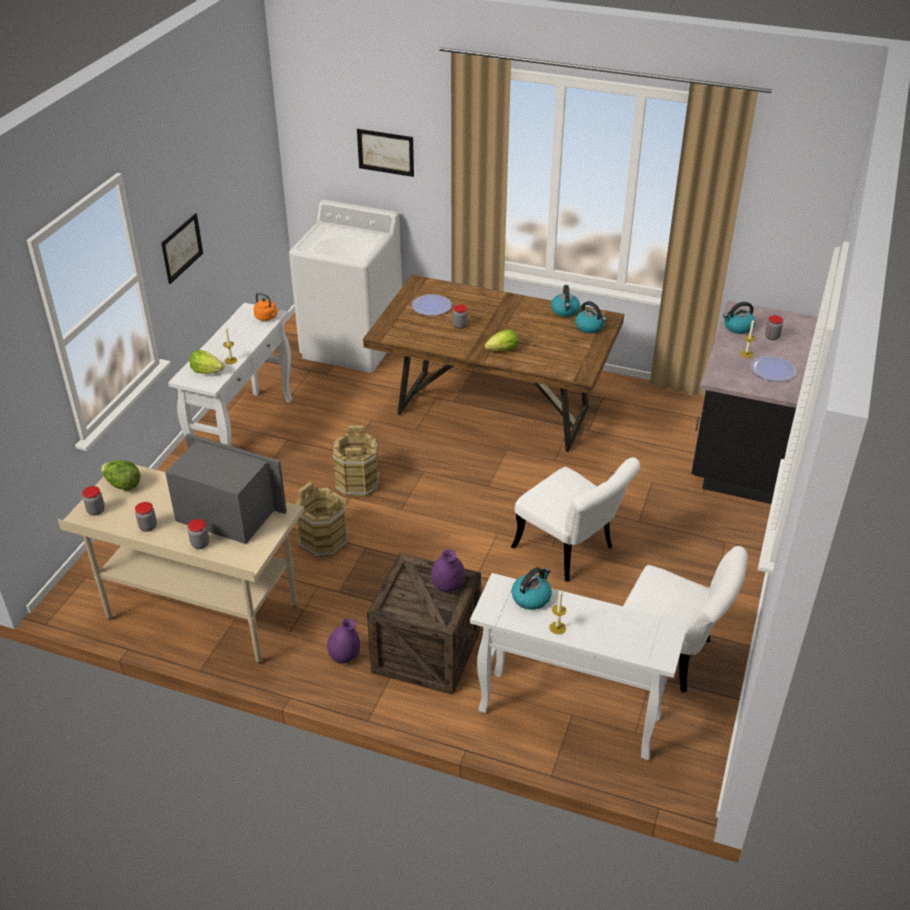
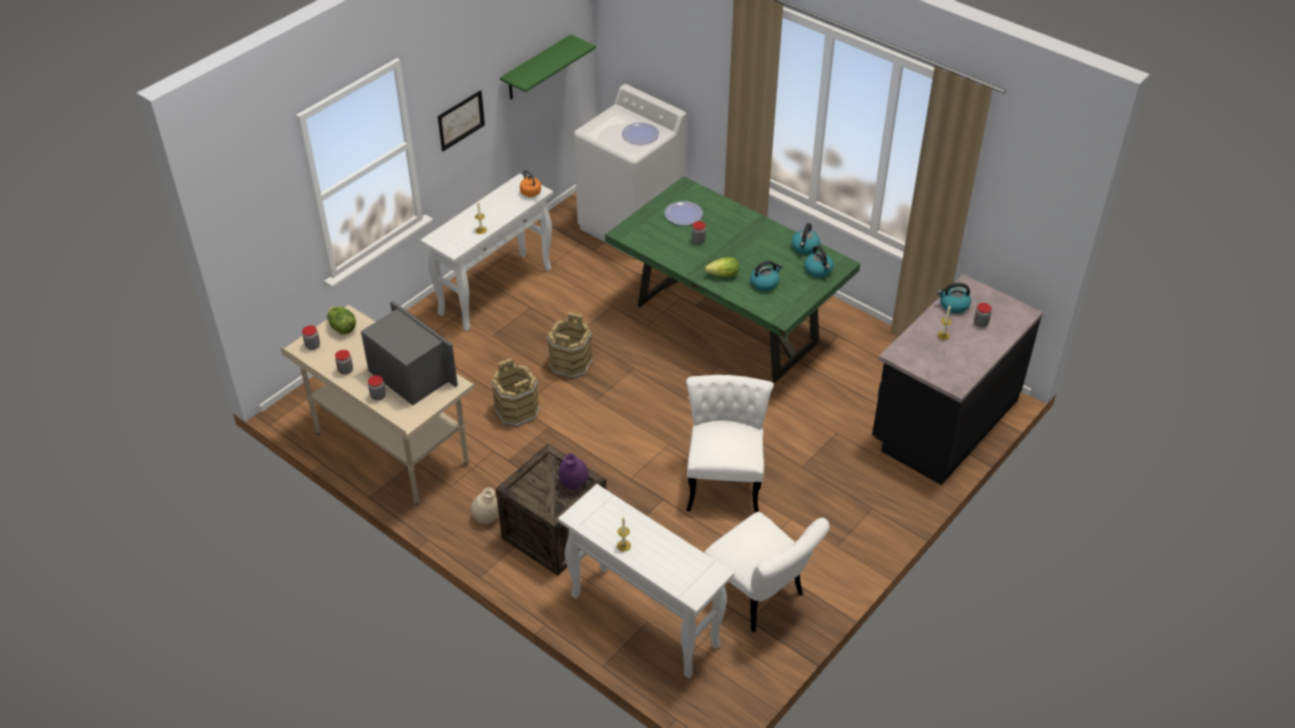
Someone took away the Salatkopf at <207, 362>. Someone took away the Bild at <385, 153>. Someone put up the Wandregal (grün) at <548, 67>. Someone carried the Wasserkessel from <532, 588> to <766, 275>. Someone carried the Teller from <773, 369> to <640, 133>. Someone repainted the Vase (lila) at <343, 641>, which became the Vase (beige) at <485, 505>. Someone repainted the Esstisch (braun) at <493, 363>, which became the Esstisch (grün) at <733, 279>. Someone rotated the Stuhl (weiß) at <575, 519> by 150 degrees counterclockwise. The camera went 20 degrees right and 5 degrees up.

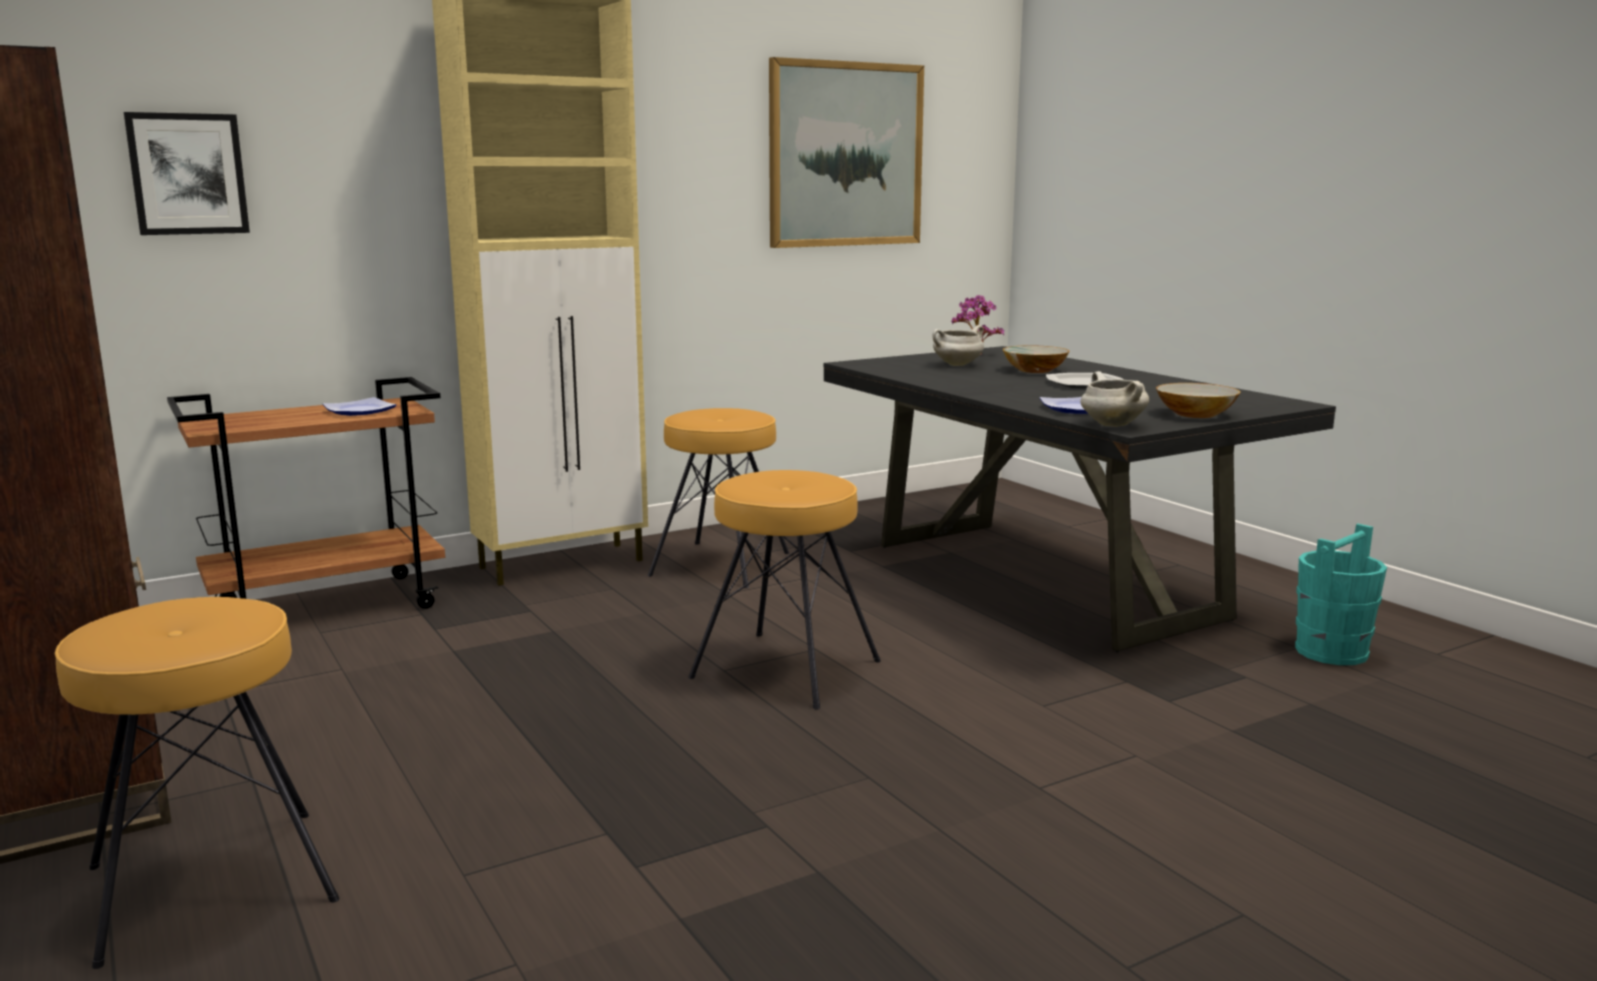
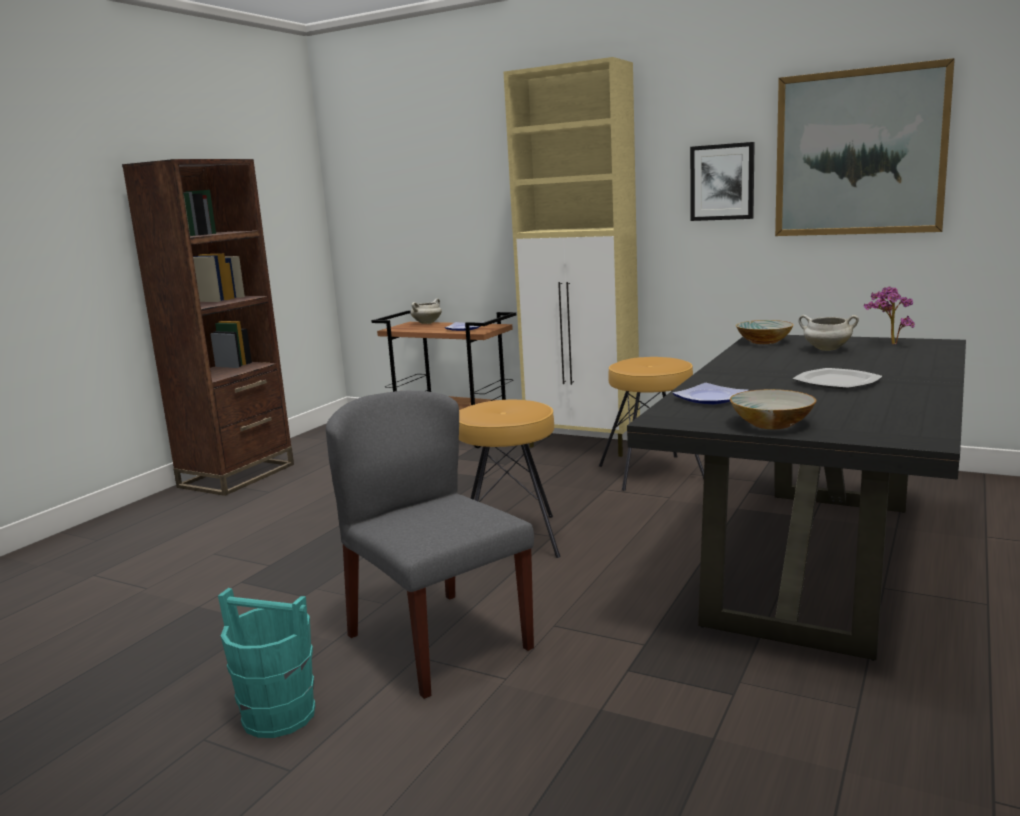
Someone took away the Hocker (braun) at <197, 783>. Someone put down the Stuhl (grau) at <430, 545>. Someone carried the Bild from <187, 173> to <722, 181>. Someone carried the Schüssel from <1036, 359> to <765, 332>. Someone carried the Kochtopf (weiß) from <1114, 399> to <426, 311>. Someone carried the Eimer (türkis) from <1341, 594> to <266, 663>. The camera went 60 degrees right and 0 degrees up.

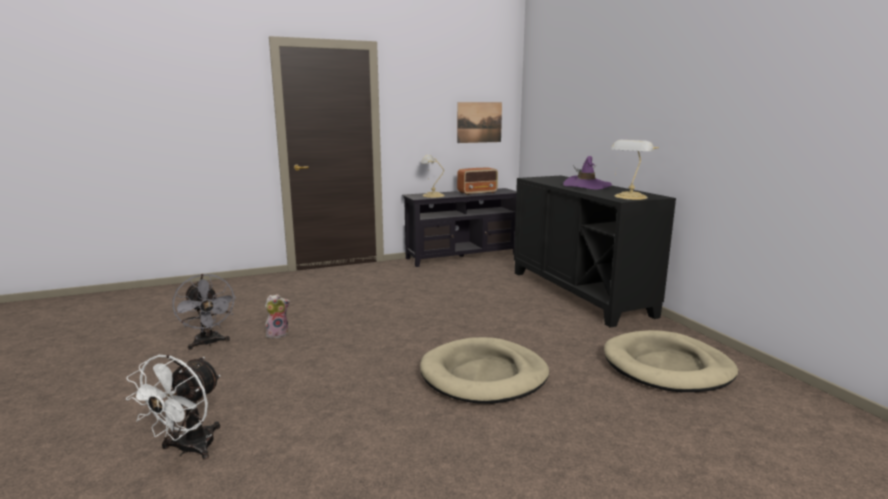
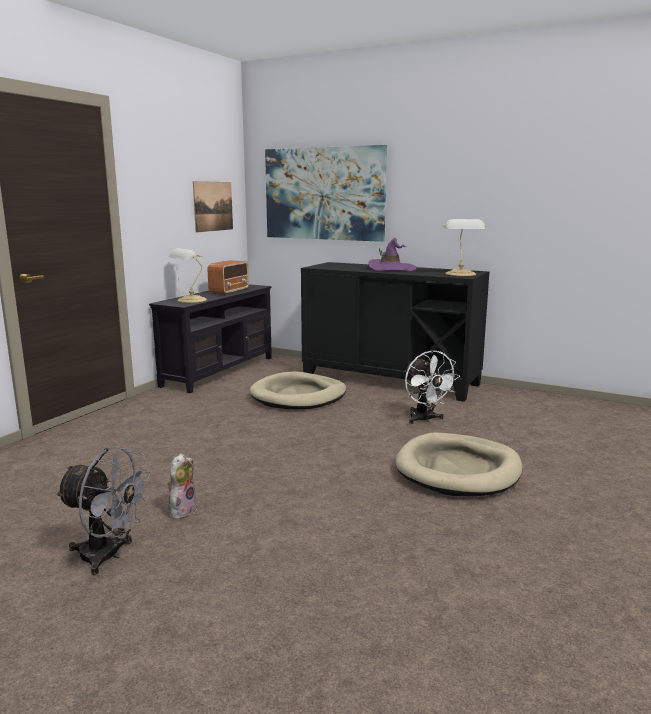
Someone put up the Bild at <326, 193>. Someone carried the Ventilator (weiß) from <173, 407> to <432, 387>. Someone carried the Hundebett (beige) from <671, 361> to <298, 390>. The camera went 40 degrees left and 0 degrees up.

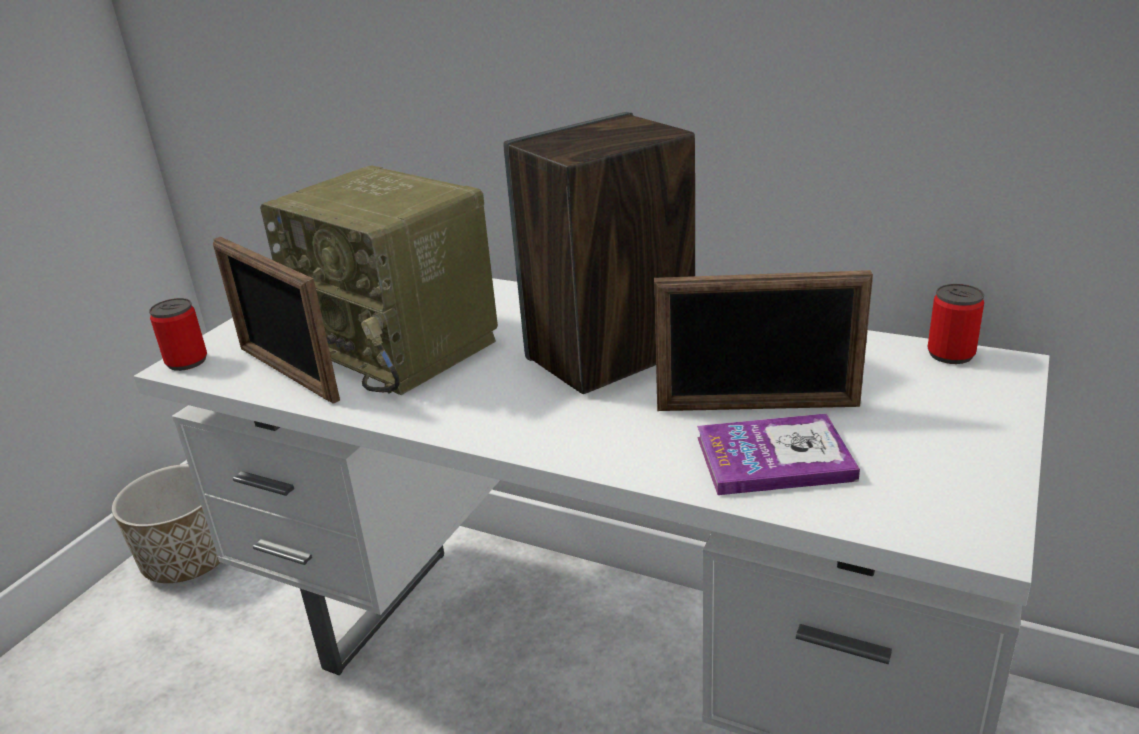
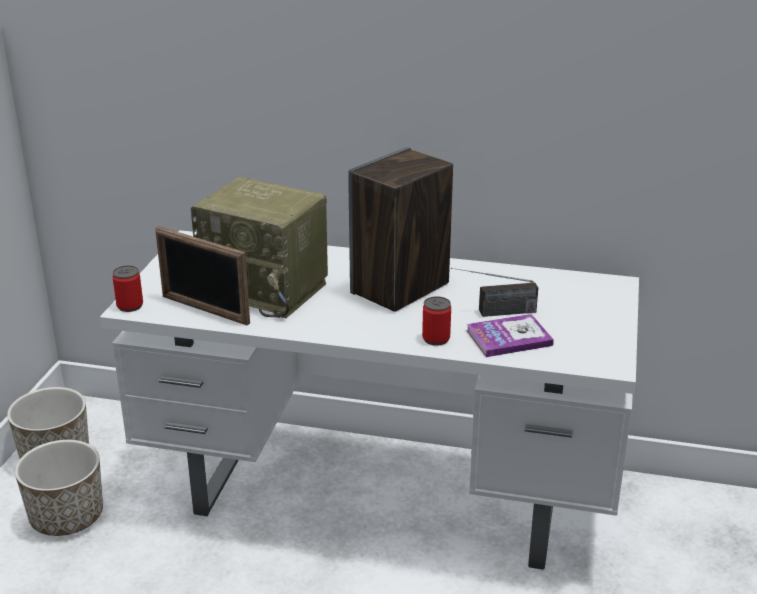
Someone put down the Pflanzkübel at <59, 488>. Someone carried the Dose from <956, 324> to <436, 321>. Someone swapped the Bilderrahmen at <763, 340> for the Radio at <494, 292>. The camera went 15 degrees left and 0 degrees up.

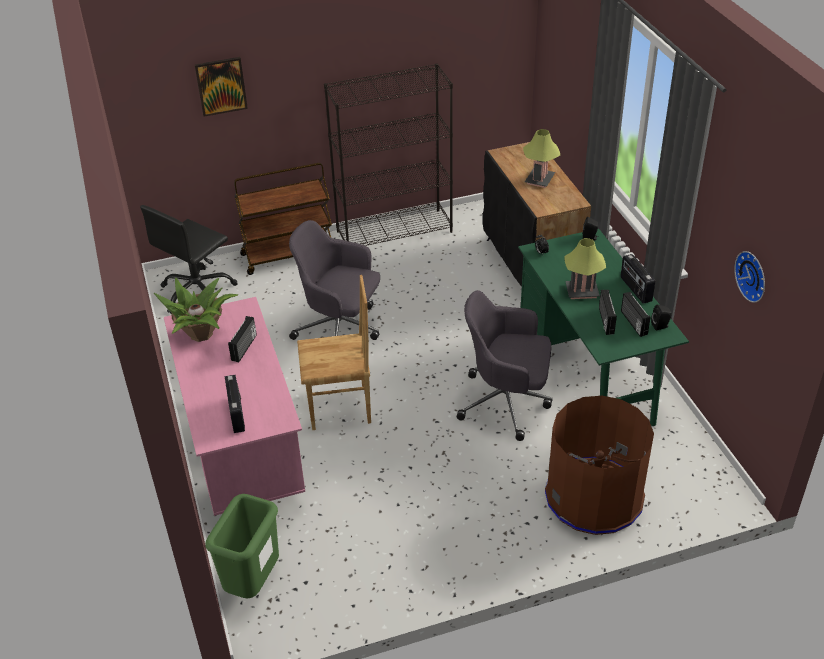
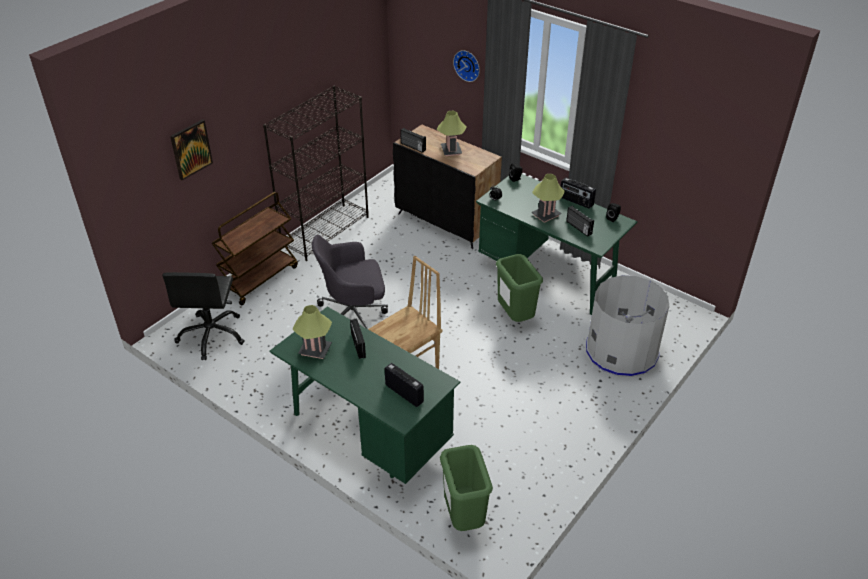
Someone carried the Radio from <635, 314> to <413, 140>. Someone carried the Wanduhr from <749, 277> to <466, 66>. Someone swapped the Topfpflanze at <196, 310> for the Tischlampe at <312, 332>. Someone swapped the Bürostuhl (grau) at <505, 365> for the Mülleimer (grün) at <519, 288>. Someone repainted the Schreibtisch (rosa) at <234, 406>, which became the Schreibtisch (grün) at <364, 395>. Someone repainted the Mülleimer (braun) at <599, 465>, which became the Mülleimer (grau) at <627, 326>. The camera went 35 degrees left and 0 degrees up.

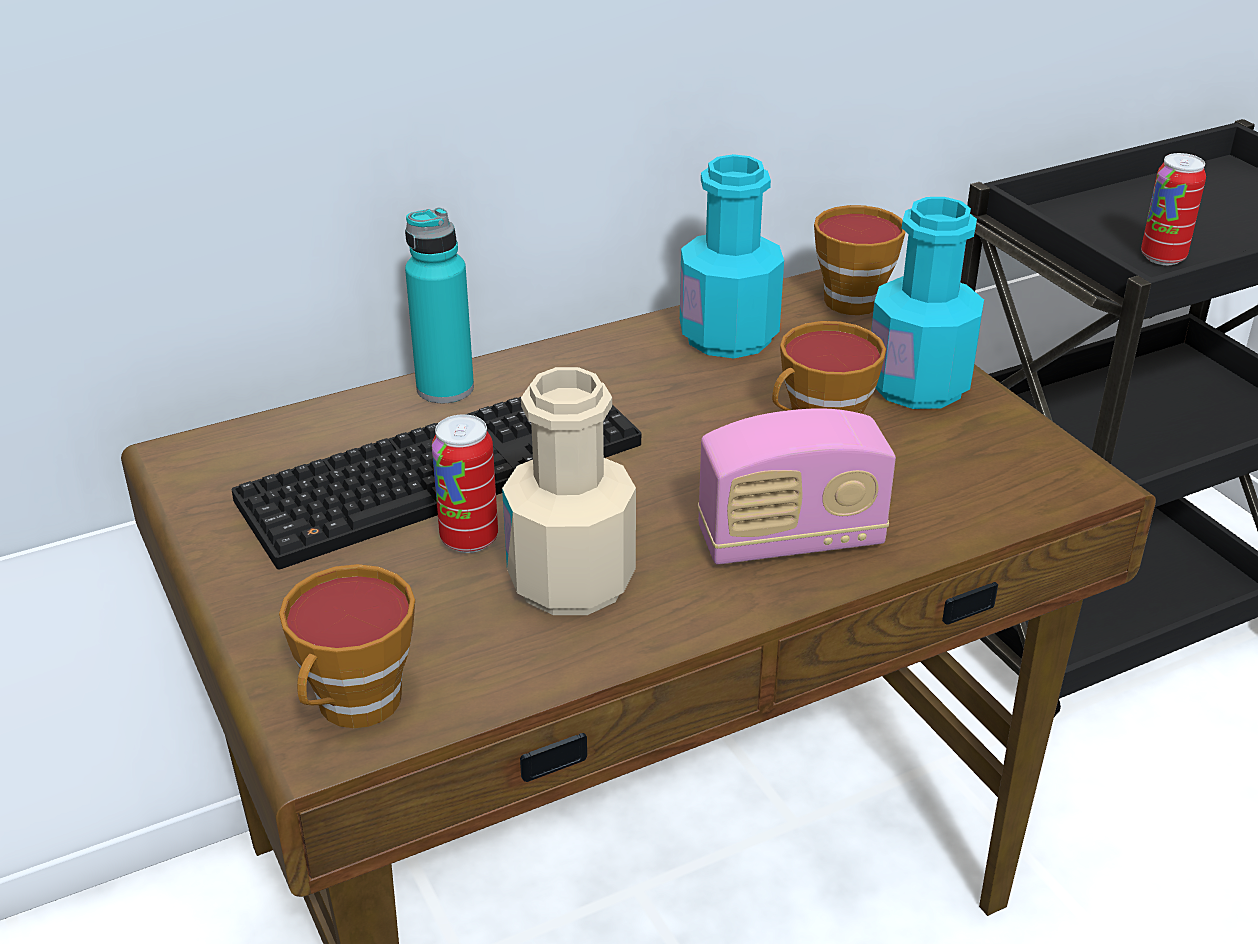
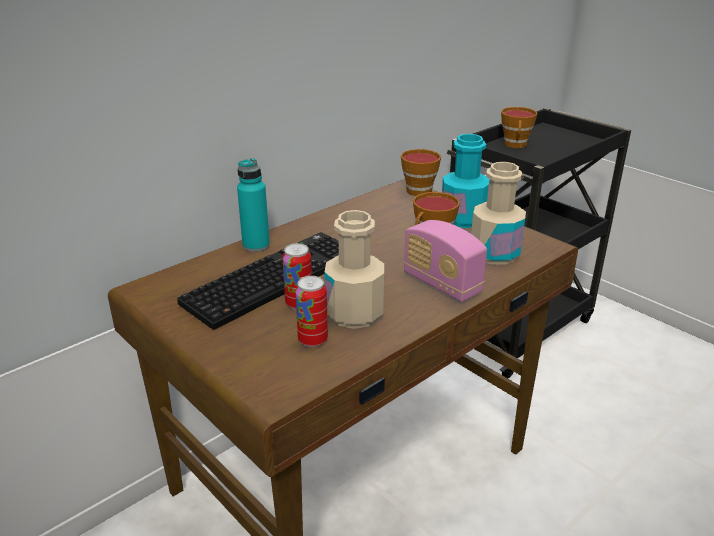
Someone took away the Flasche (türkis) at <732, 256>. Someone put down the Flasche (beige) at <498, 213>. Someone carried the Tasse from <347, 646> to <519, 127>. Someone carried the Dose from <1173, 209> to <311, 311>. Someone rotated the Radio at <797, 486> by 75 degrees clockwise. The camera went 15 degrees left and 5 degrees down.

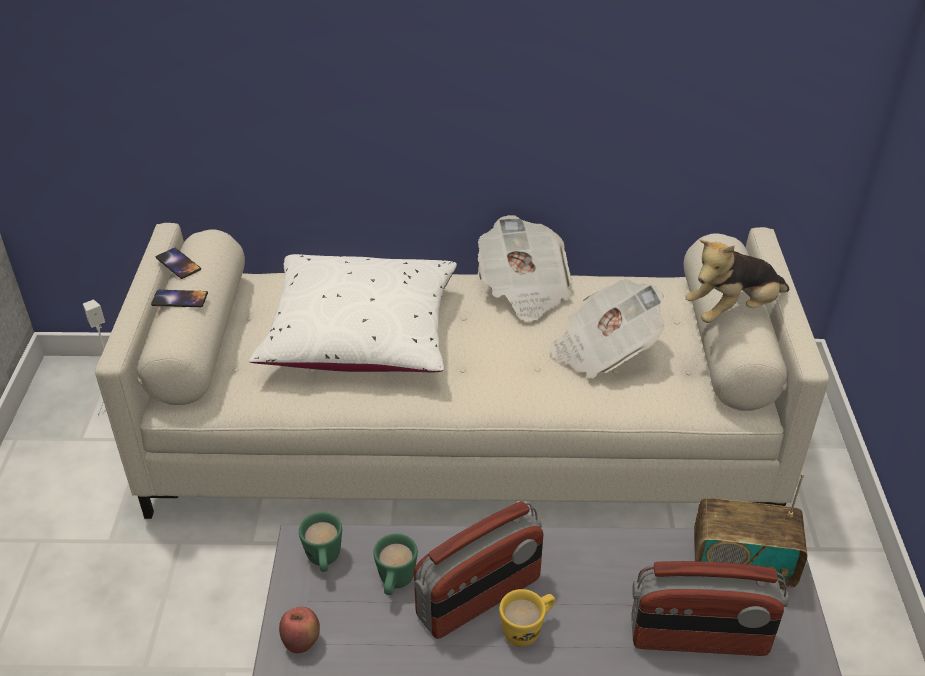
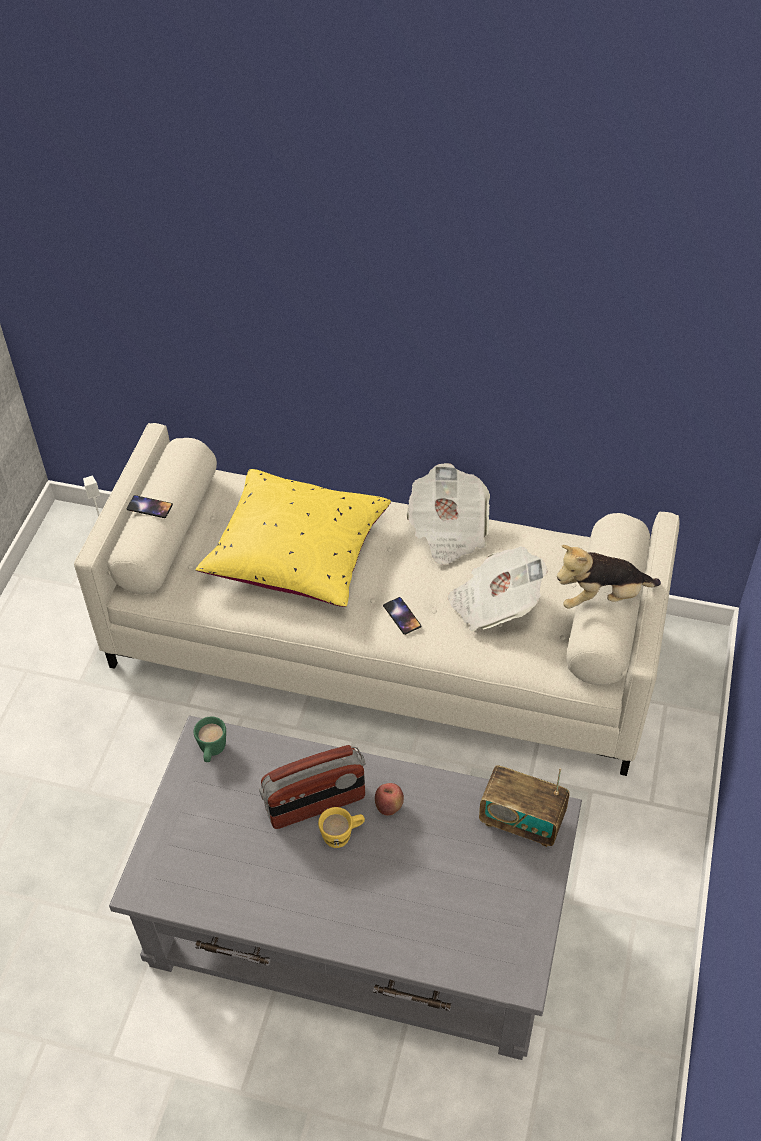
Someone took away the Henkelbecher (grün) at <395, 564>. Someone took away the Radio at <710, 608>. Someone carried the Handy from <178, 263> to <402, 616>. Someone carried the Apfel from <299, 630> to <389, 799>. Someone repainted the Kissen (weiß) at <353, 313>, which became the Kissen (gelb) at <293, 538>. The camera went 15 degrees right and 10 degrees up.

